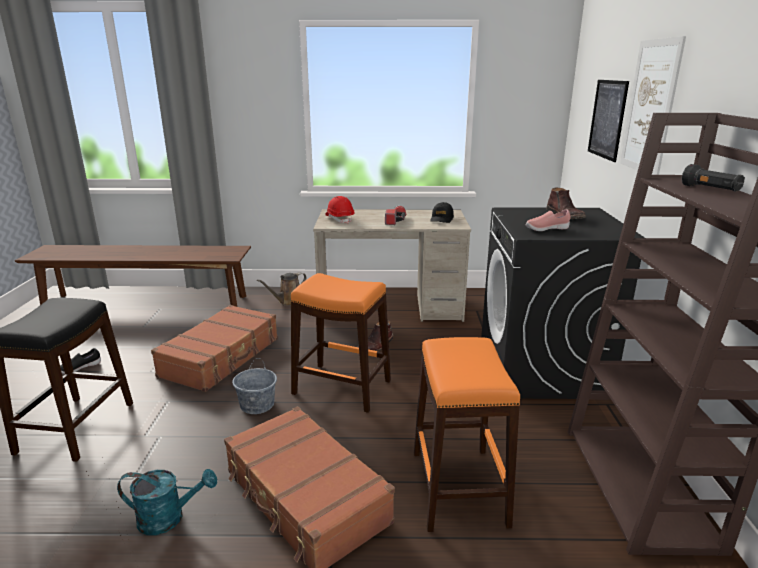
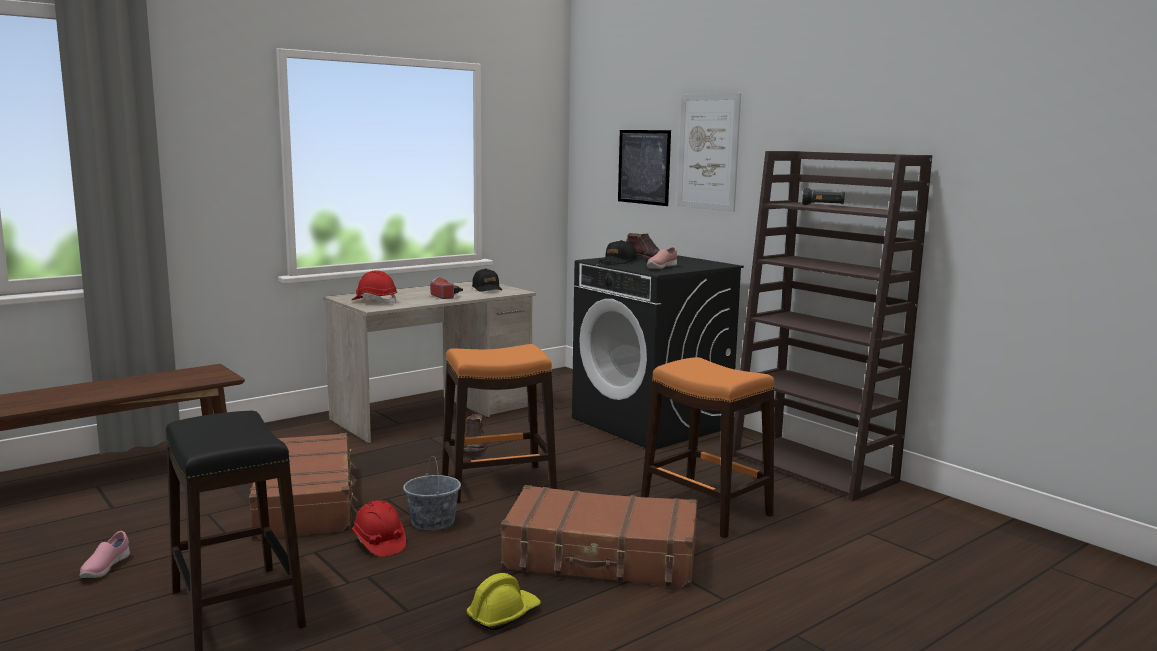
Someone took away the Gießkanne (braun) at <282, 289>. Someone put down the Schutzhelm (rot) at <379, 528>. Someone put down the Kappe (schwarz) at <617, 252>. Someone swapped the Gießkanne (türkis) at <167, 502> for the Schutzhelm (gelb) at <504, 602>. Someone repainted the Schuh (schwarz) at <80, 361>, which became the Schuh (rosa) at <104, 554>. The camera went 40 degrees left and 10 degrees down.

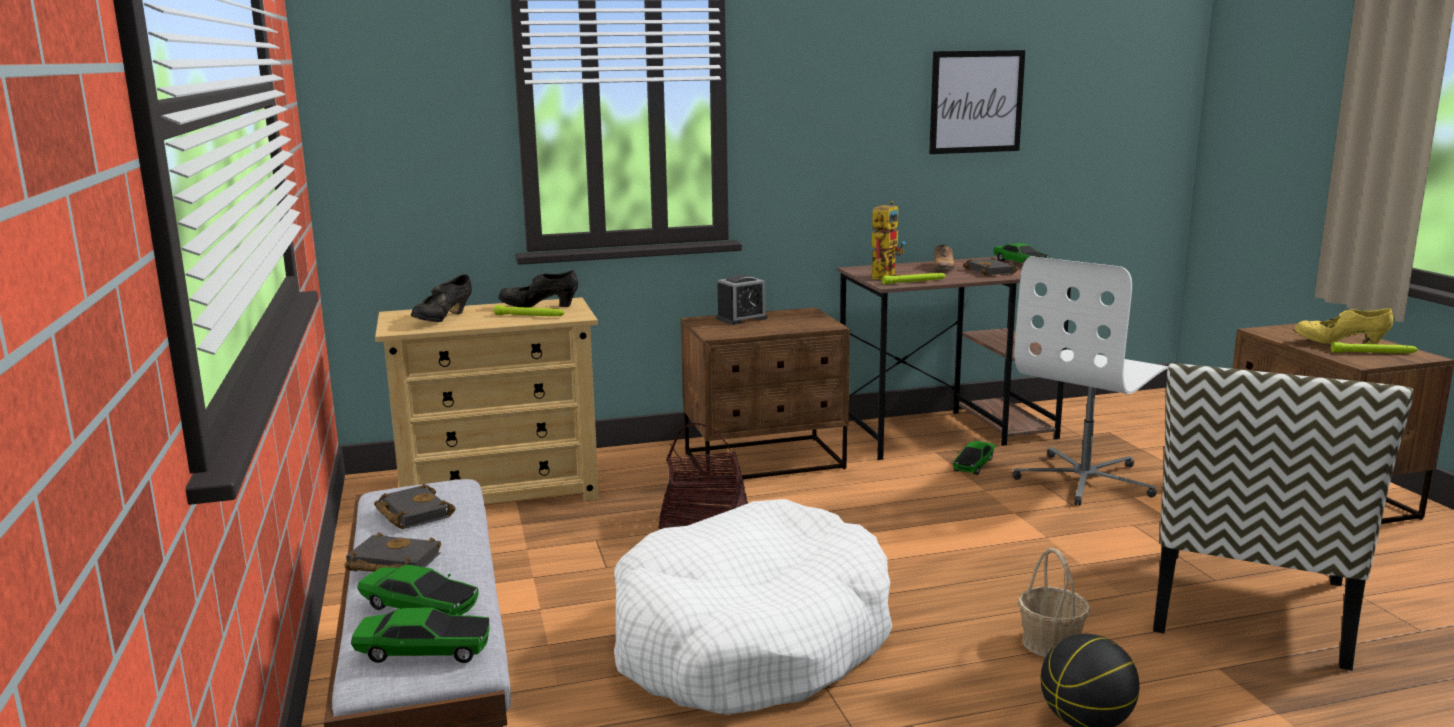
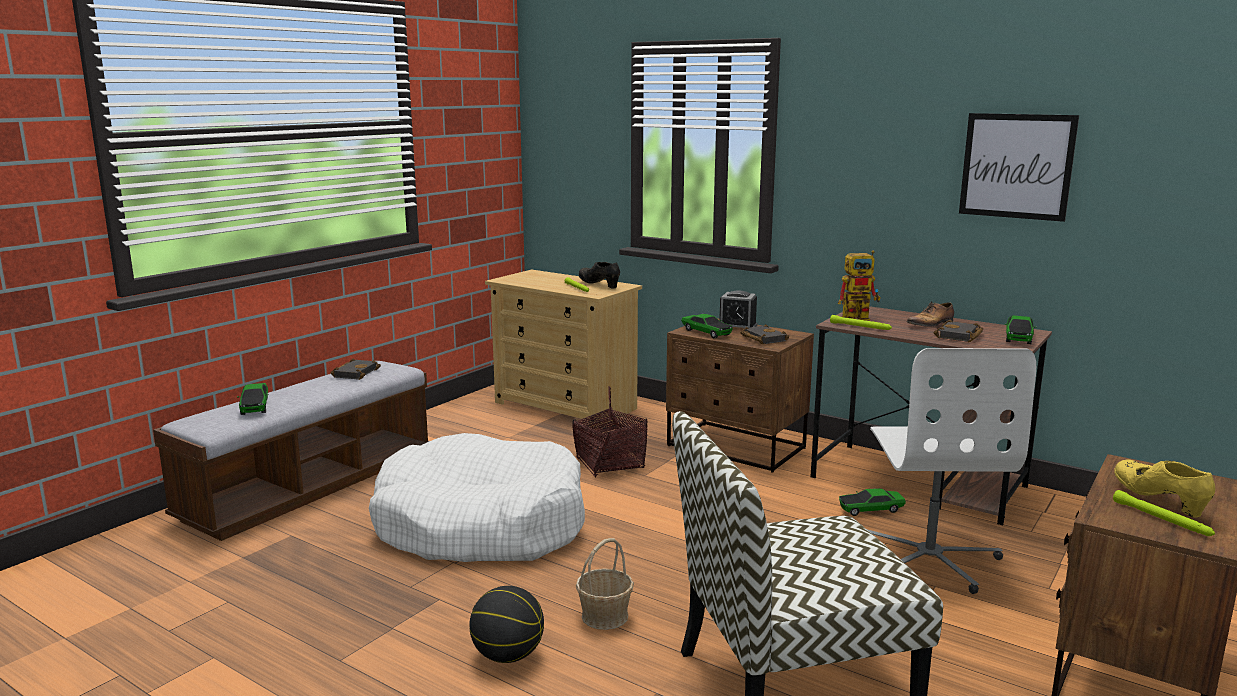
Someone took away the Schuh (schwarz) at <441, 298>. Someone carried the Buch (schwarz) from <392, 552> to <764, 334>. Someone carried the Spielzeugauto from <420, 635> to <707, 326>. Someone rotated the Bürostuhl (weiß) at <1090, 381> by 90 degrees counterclockwise. The camera went 50 degrees right and 0 degrees up.

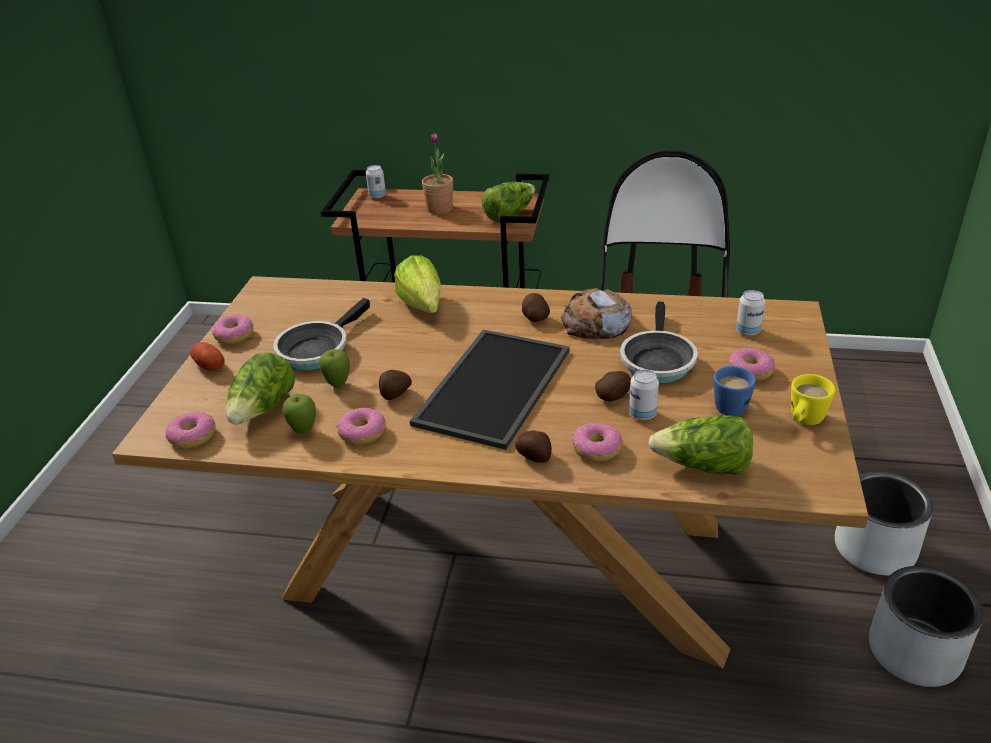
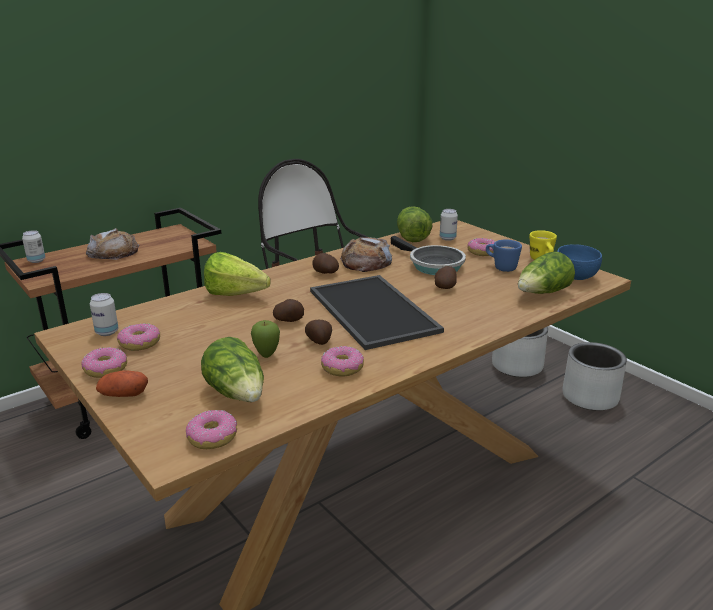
Someone took away the Pfanne at <321, 334>. Someone took away the Apfel at <299, 414>. Someone put down the Schüssel (blau) at <579, 262>. Someone carried the Salatkopf from <508, 202> to <414, 224>. Someone carried the Kartoffel from <533, 446> to <288, 310>. Someone carried the Donut from <597, 442> to <138, 337>. Someone carried the Dose from <644, 395> to <104, 314>. Someone swapped the Topfpflanze at <437, 173> for the Brot at <112, 244>. The camera went 50 degrees left and 10 degrees down.

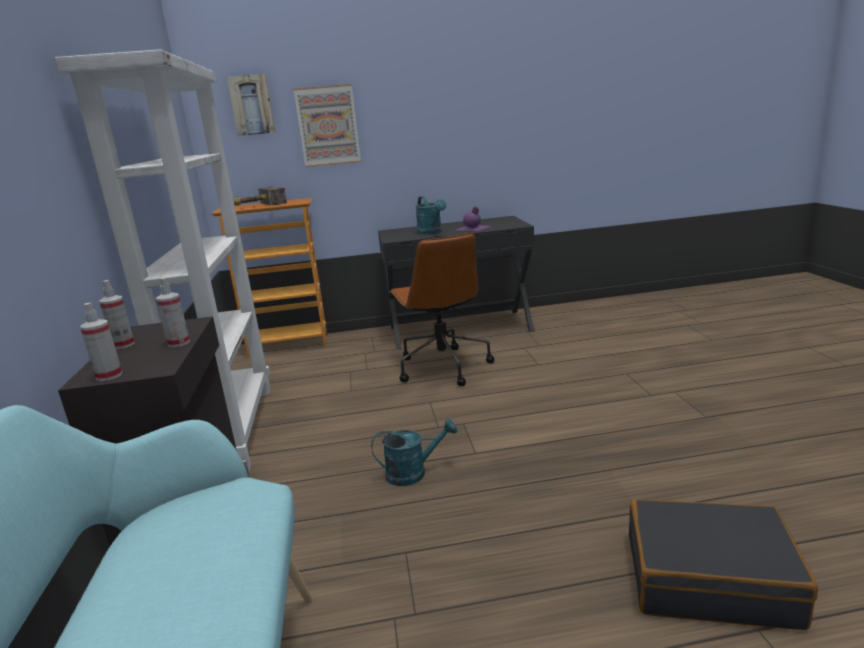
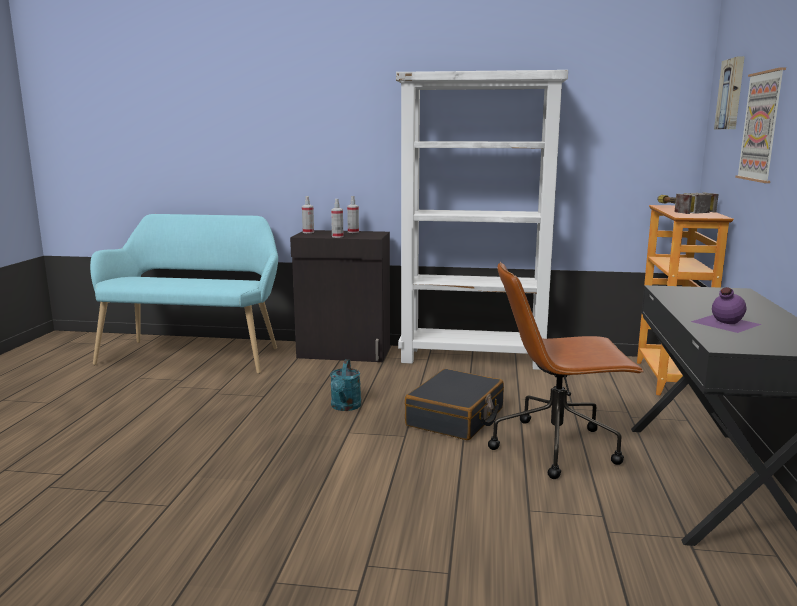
Someone took away the Gießkanne (türkis) at <430, 215>. Someone carried the Koffer (schwarz) from <723, 564> to <454, 404>. The camera went 105 degrees right and 5 degrees down.

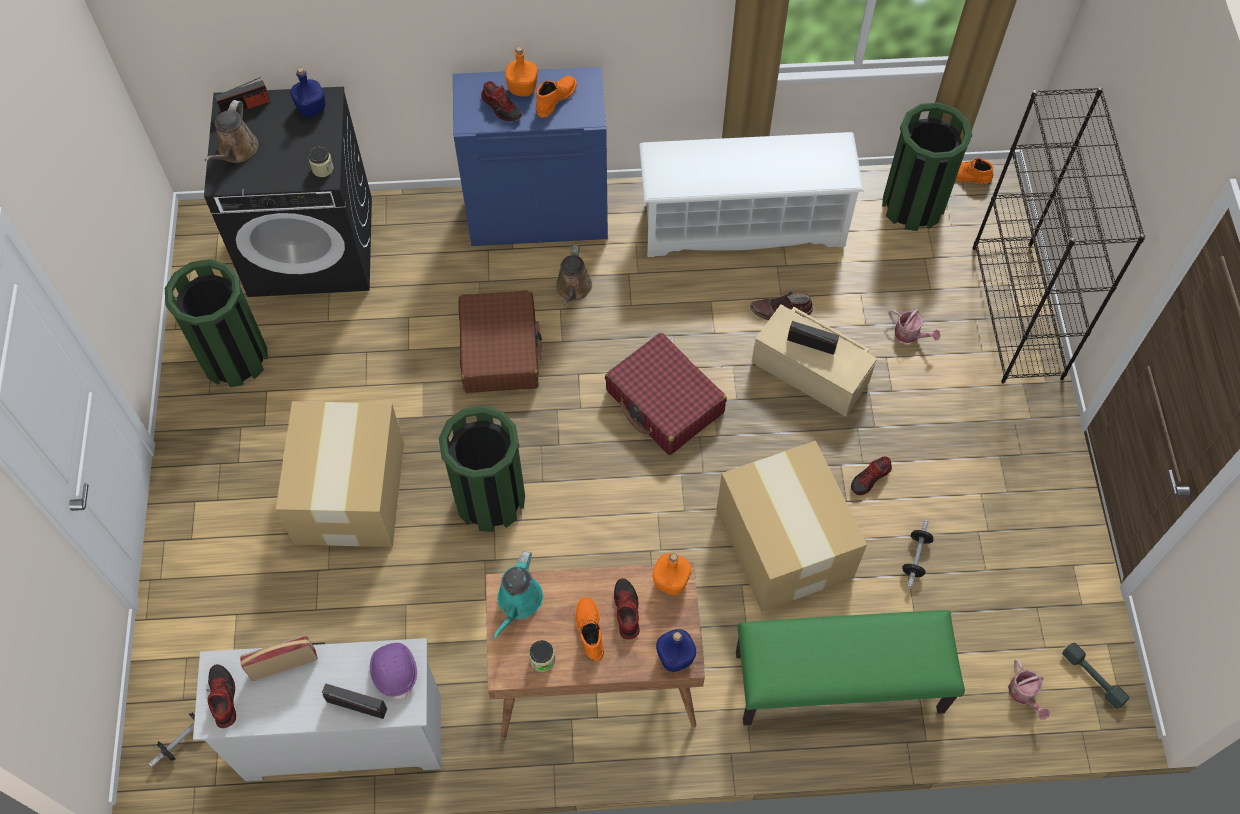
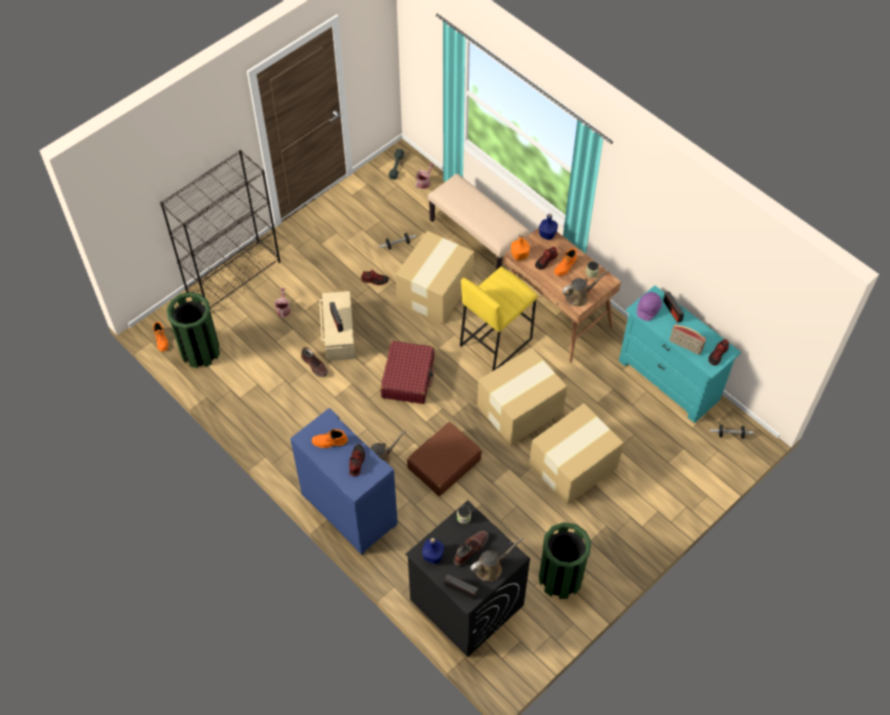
Someone took away the Flasche (orange) at <521, 71>. Someone took away the Schuhregal (weiß) at <751, 194>. Someone put down the Stiefel (braun) at <470, 548>. Someone put down the Hocker (gelb) at <498, 319>. Someone swapped the Mülleimer (grün) at <482, 468> for the Karton at <522, 396>. Someone repainted the Kommode (weiß) at <317, 709>, which became the Kommode (türkis) at <680, 354>. Someone repainted the Gießkanne (türkis) at <518, 595>, which became the Gießkanne (braun) at <586, 288>. Someone repainted the Bank (grün) at <850, 668>, which became the Bank (beige) at <478, 221>. The camera went 130 degrees left and 5 degrees down.

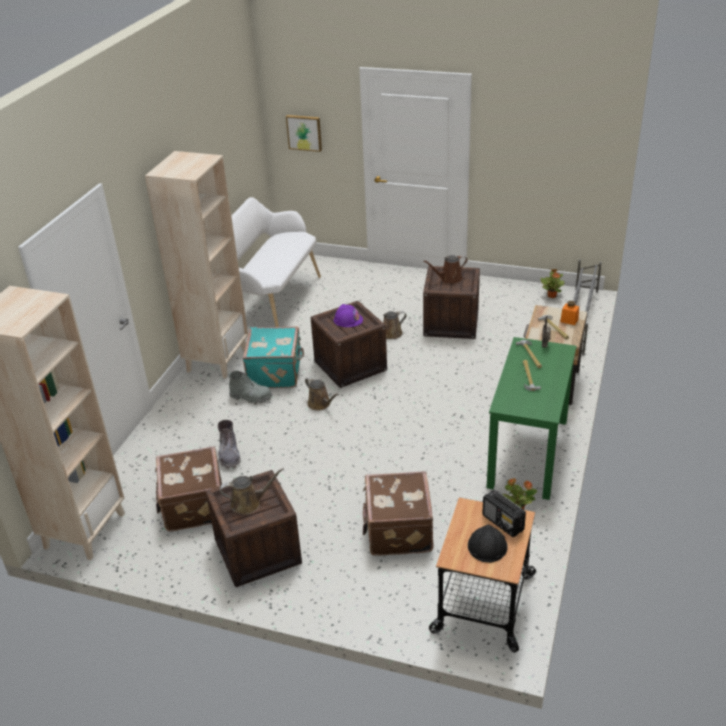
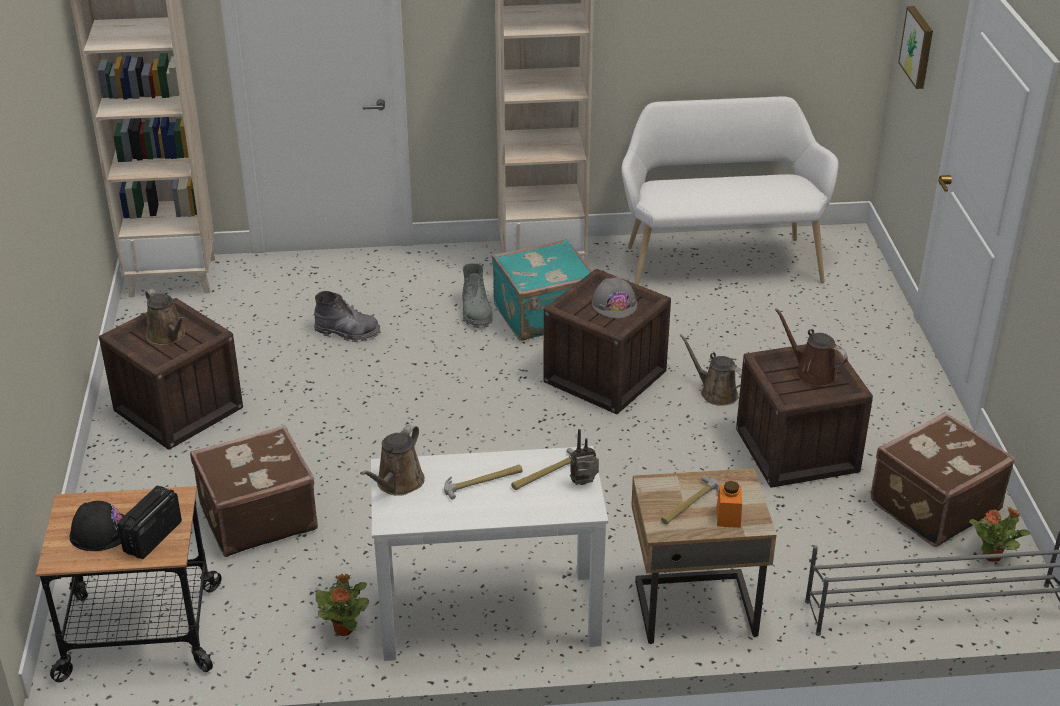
Someone carried the Koffer (braun) from <188, 488> to <943, 479>. Someone carried the Gießkanne (braun) from <322, 394> to <392, 460>. Someone repainted the Schutzhelm (lila) at <348, 315>, which became the Schutzhelm (grau) at <615, 297>. Someone repainted the Schreibtisch (grün) at <532, 418>, which became the Schreibtisch (weiß) at <489, 553>. Someone rotated the Stiefel (grau) at <229, 444> by 135 degrees counterclockwise. The camera went 65 degrees right and 0 degrees up.

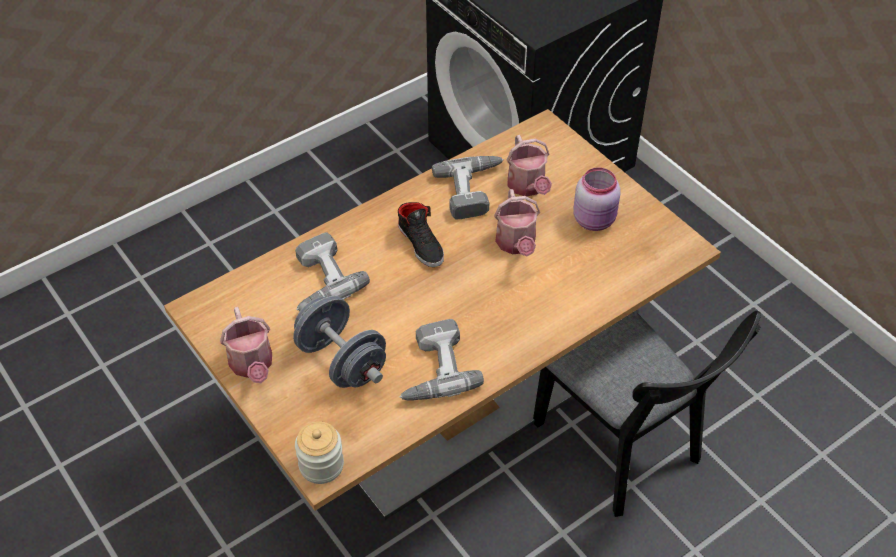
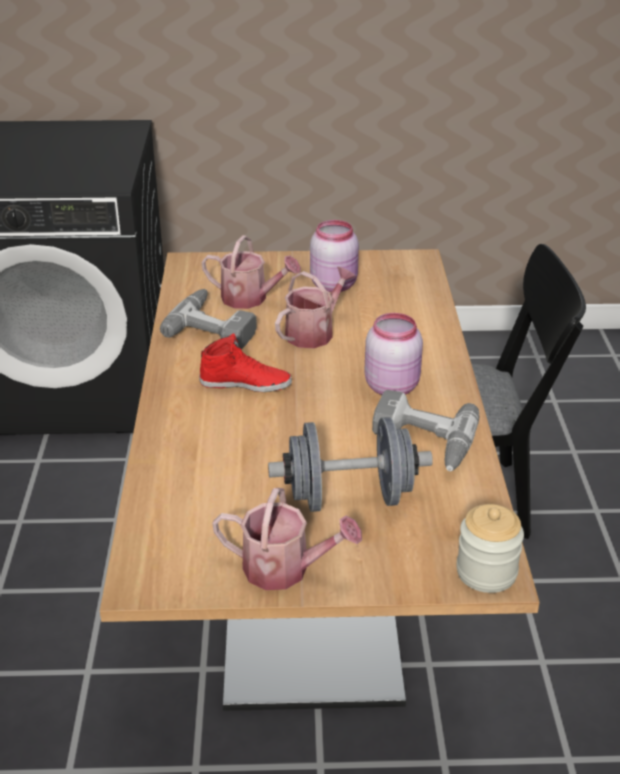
Someone took away the Bohrmaschine at <332, 271>. Someone put down the Vorratsglas (rosa) at <393, 354>. Someone repainted the Schuh (schwarz) at <421, 234>, which became the Schuh (rot) at <245, 362>. Someone rotated the Gießkanne at <517, 222> by 75 degrees counterclockwise. The camera went 55 degrees left and 15 degrees down.

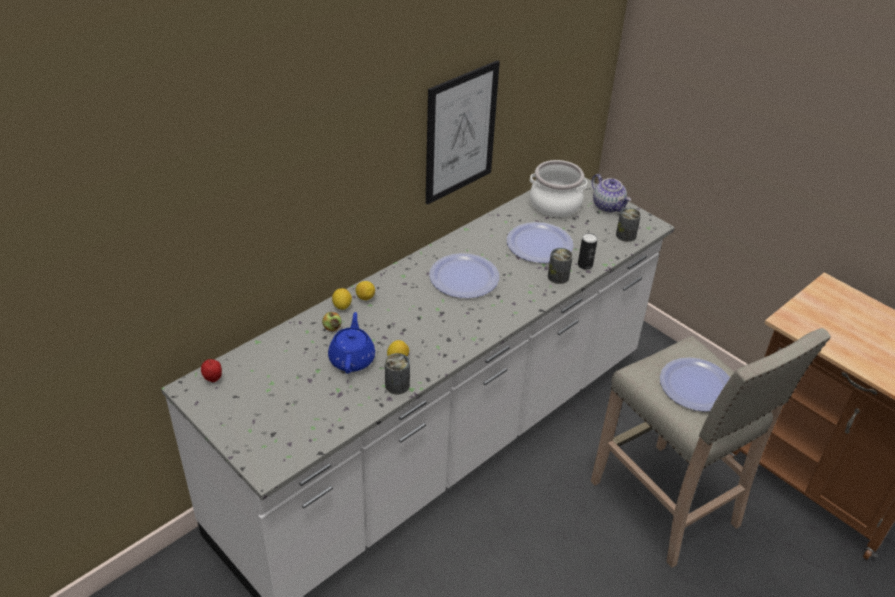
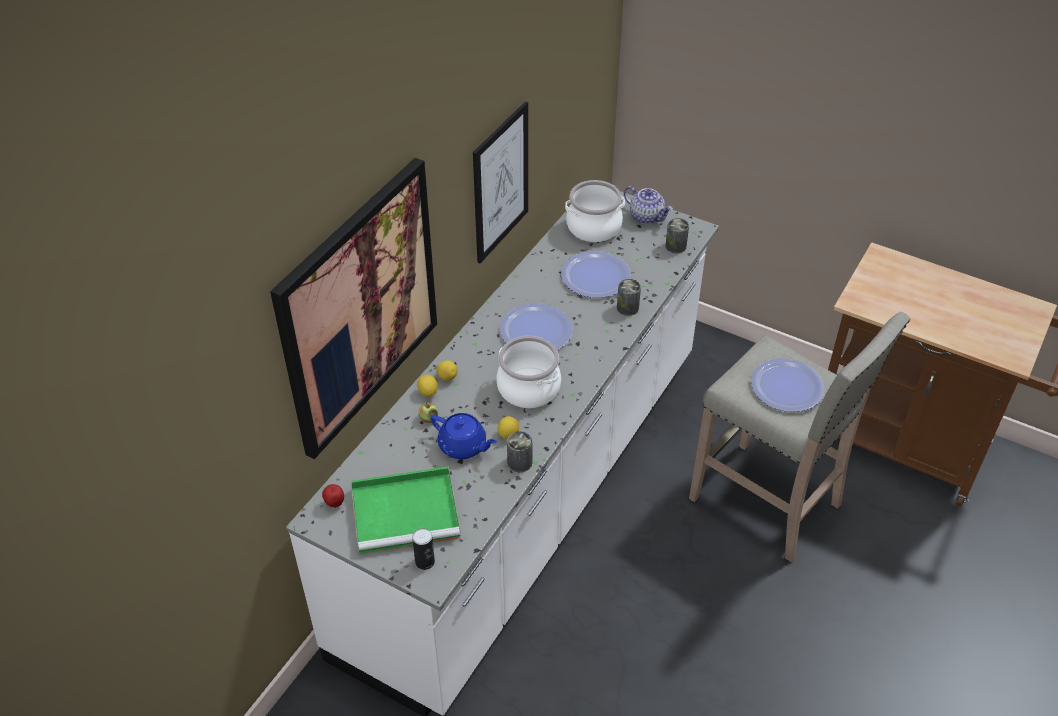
Someone put up the Bild at <353, 308>. Someone put down the Tablett (grün) at <406, 510>. Someone put down the Kochtopf at <528, 372>. Someone carried the Dose from <588, 251> to <423, 549>. Someone rotated the Teekanne (blau) at <351, 343> by 135 degrees clockwise. The camera went 15 degrees left and 5 degrees up.

